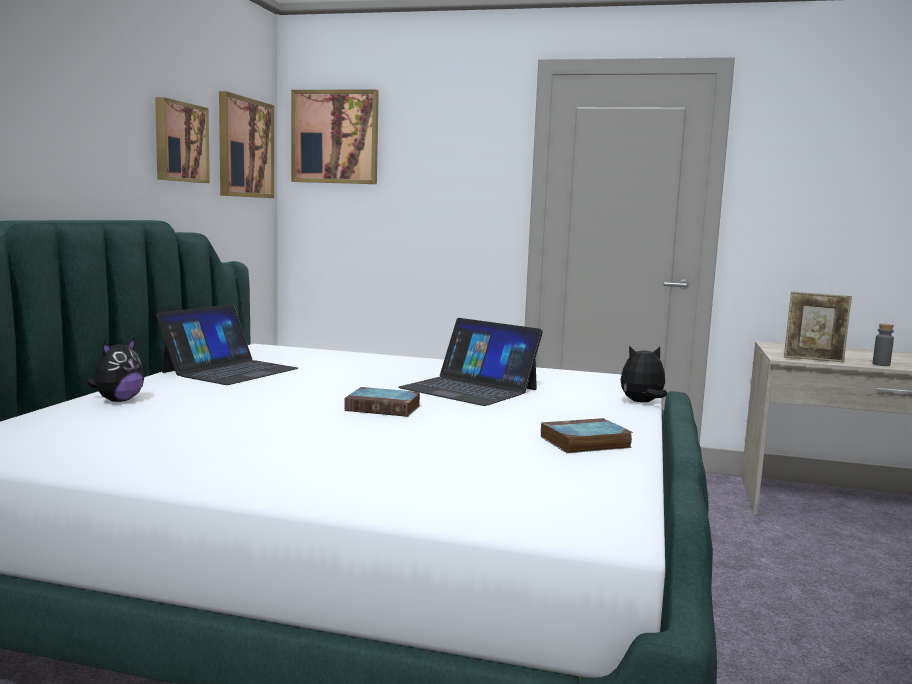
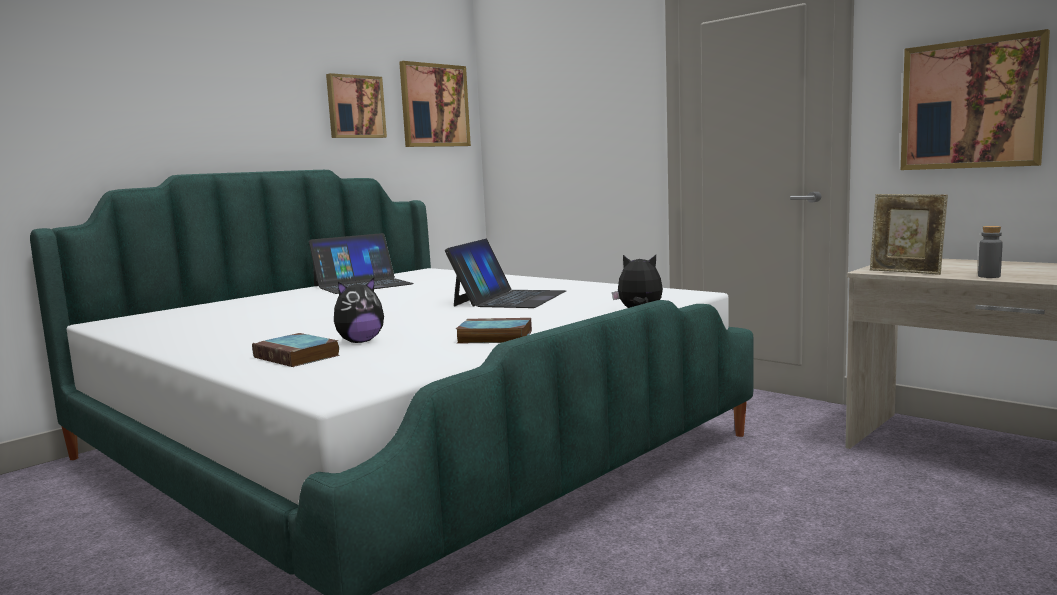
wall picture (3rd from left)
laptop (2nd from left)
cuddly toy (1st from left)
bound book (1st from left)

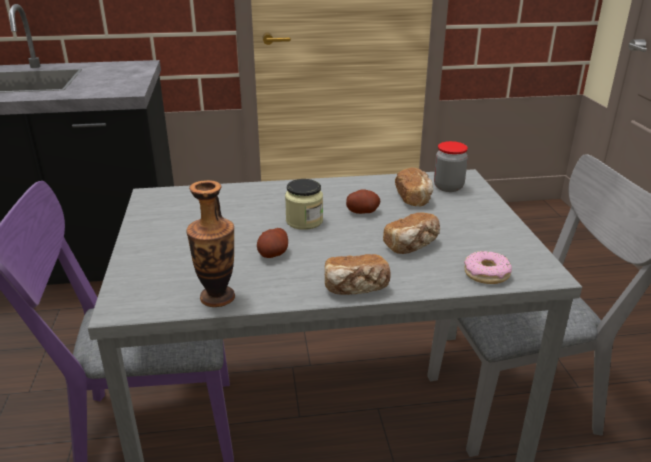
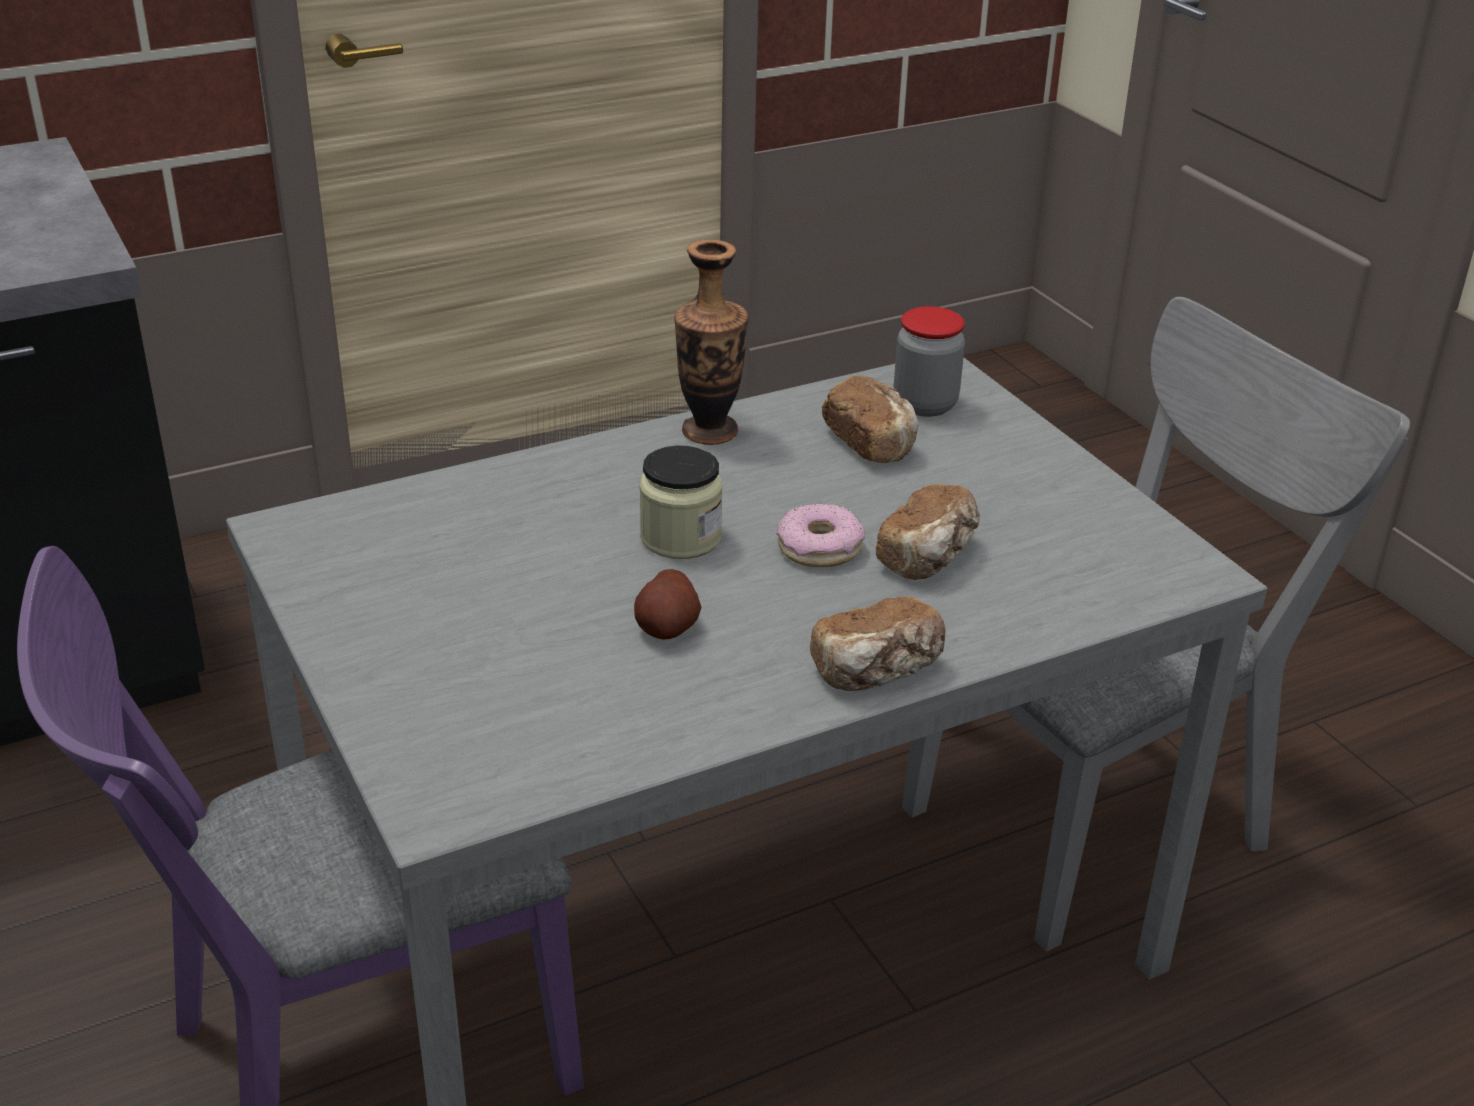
vase
spud (2nd from left in the first image)
donut

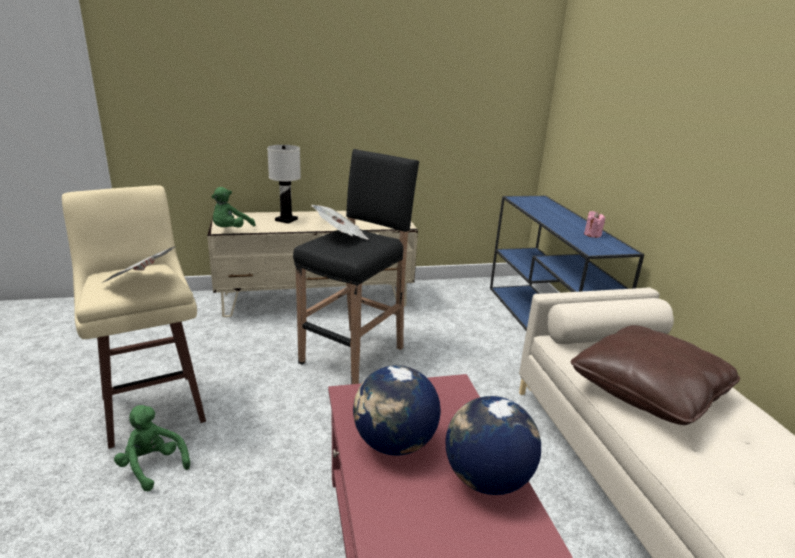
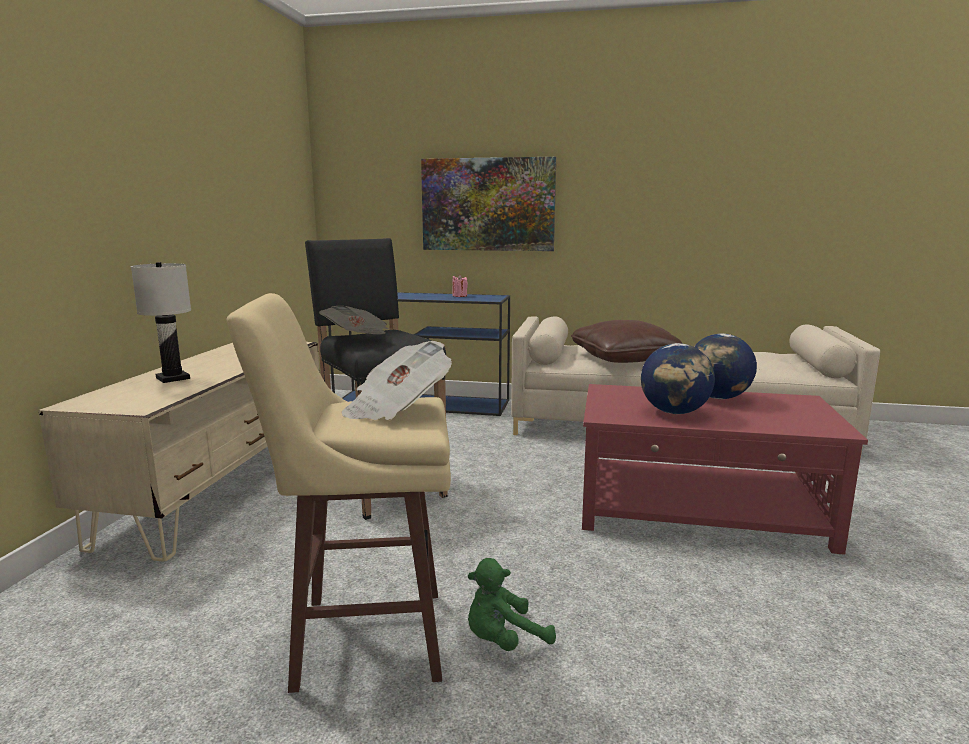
green cuddly toy (2nd from left in the first image)
wall picture

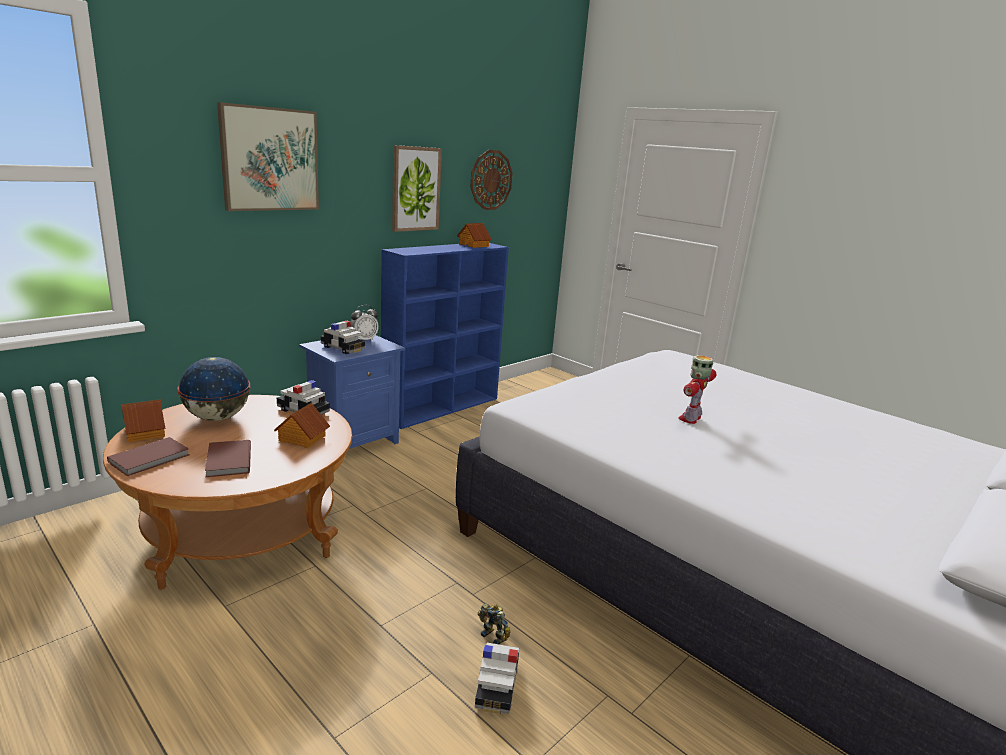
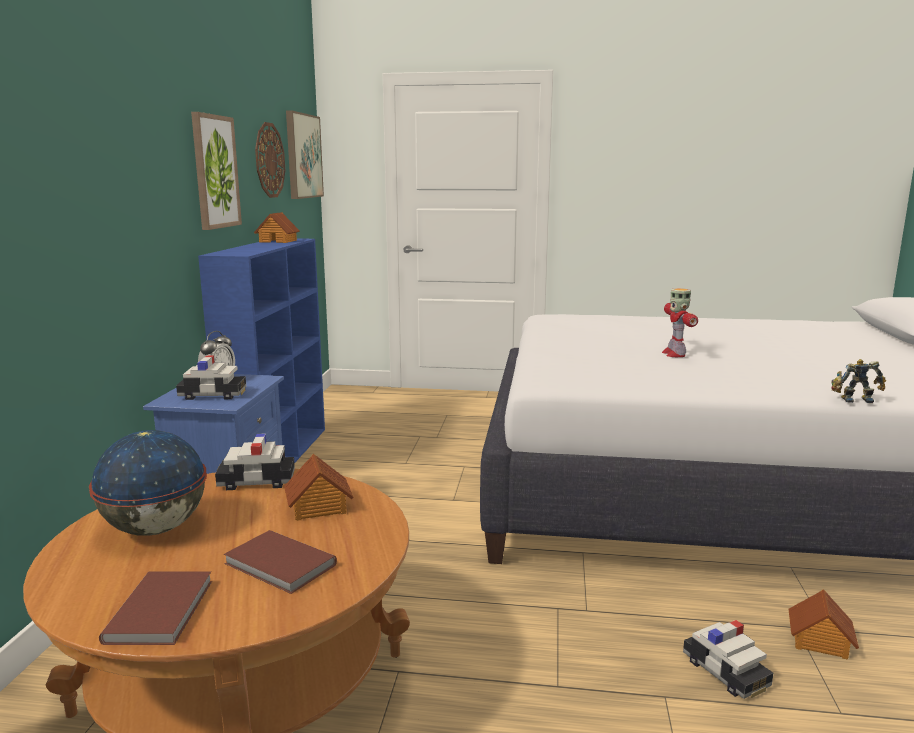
wall picture (2nd from left)
model house (3rd from left)
model robot (2nd from left)

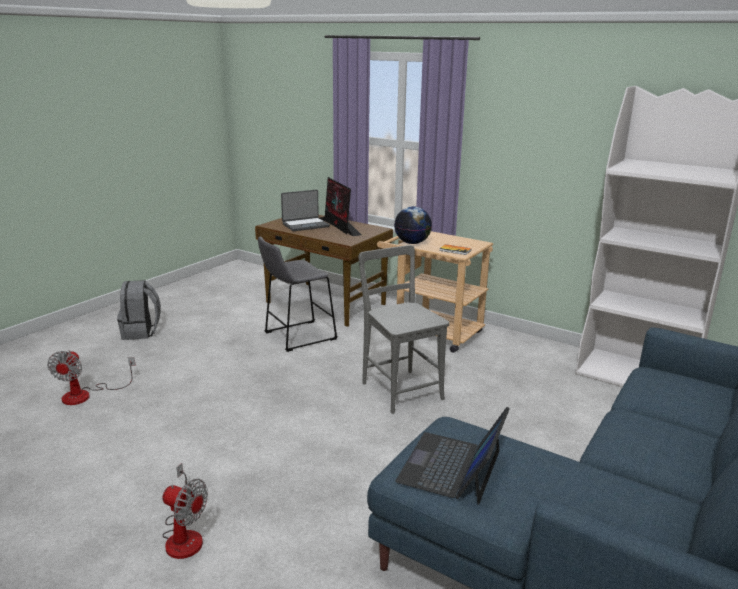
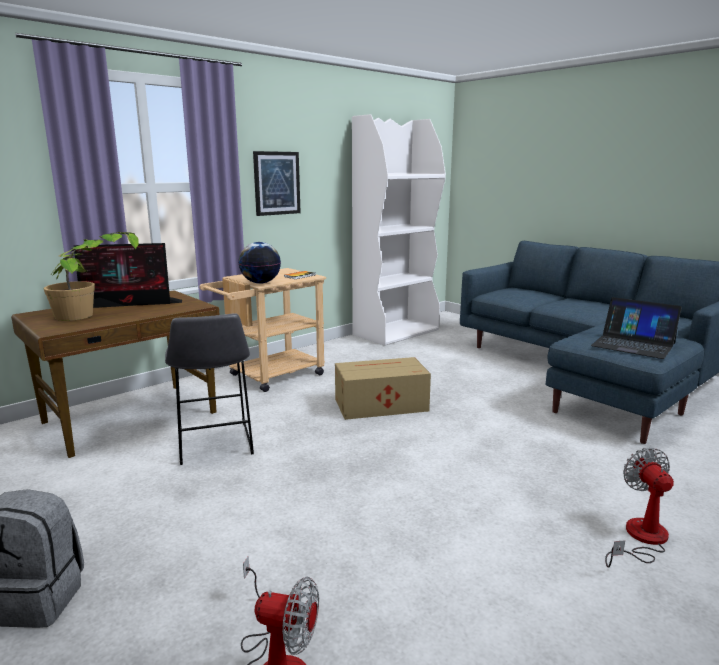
plant in a pot
packing box
fan (2nd from left)
wall picture

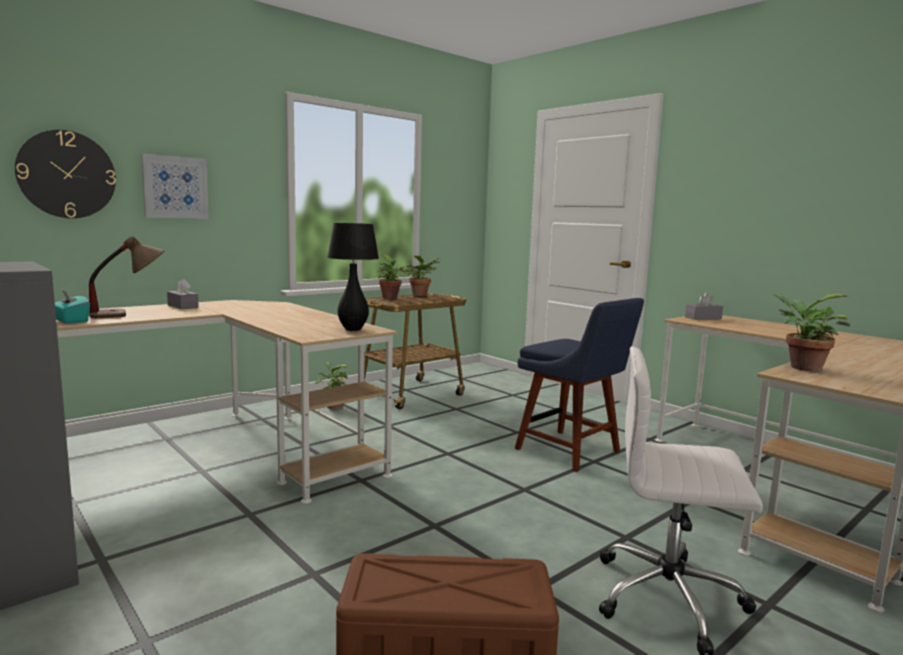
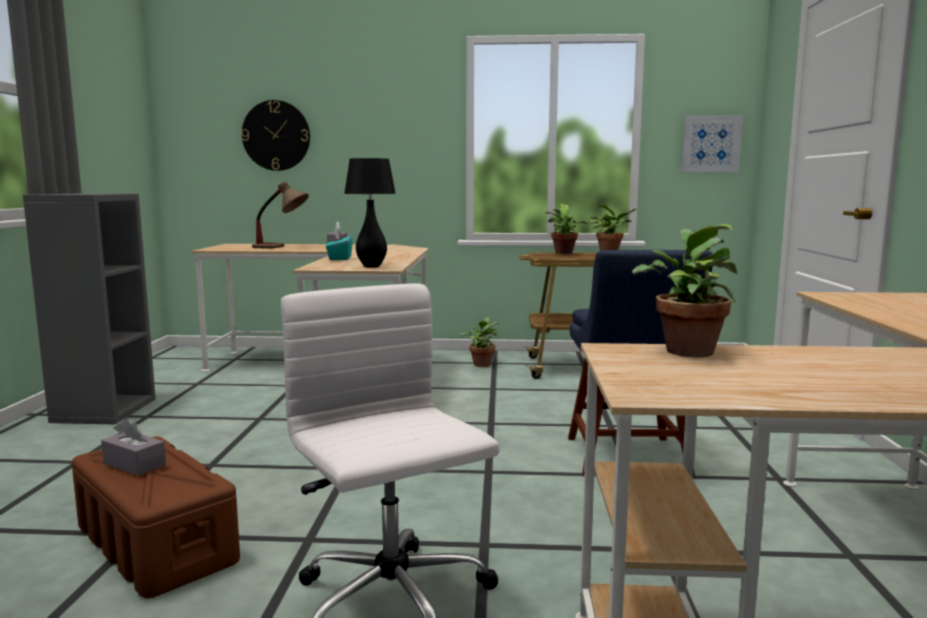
wall picture
turquoise tissue box
greyish tissue box (1st from left)

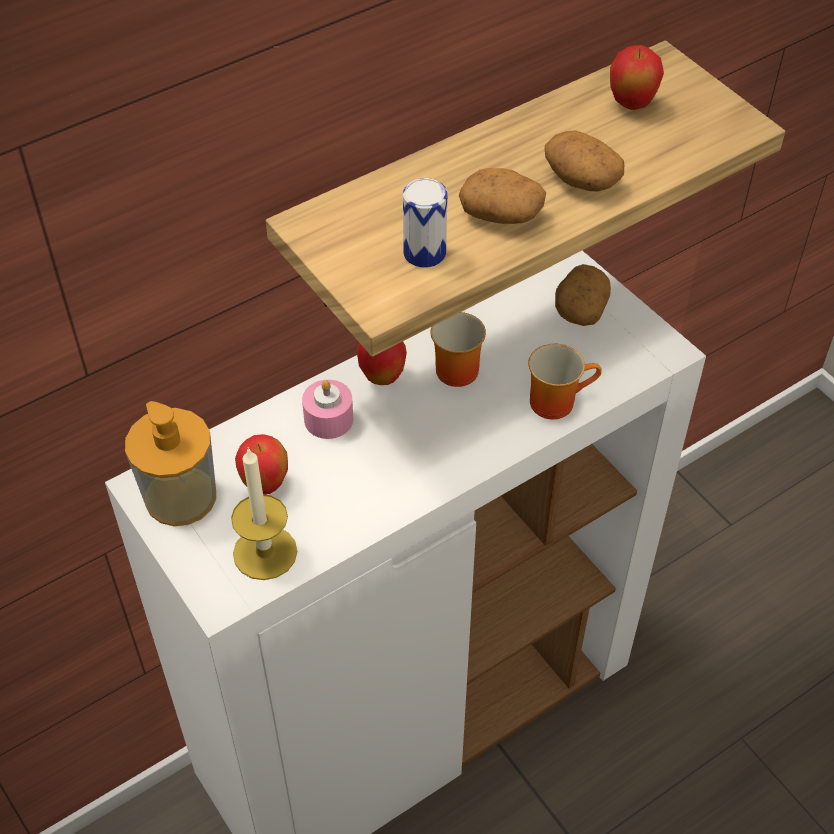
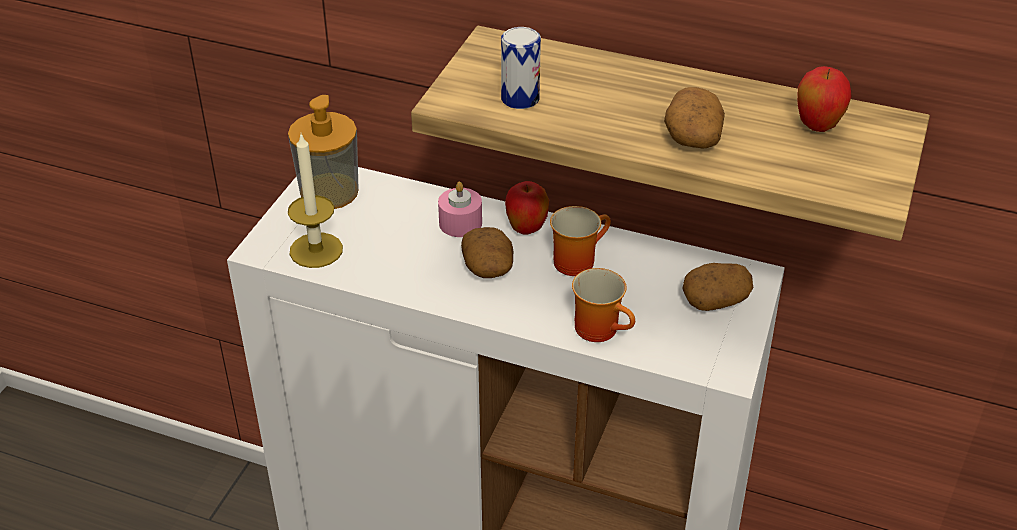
spud (1st from left)
whole apple (1st from left in the first image)

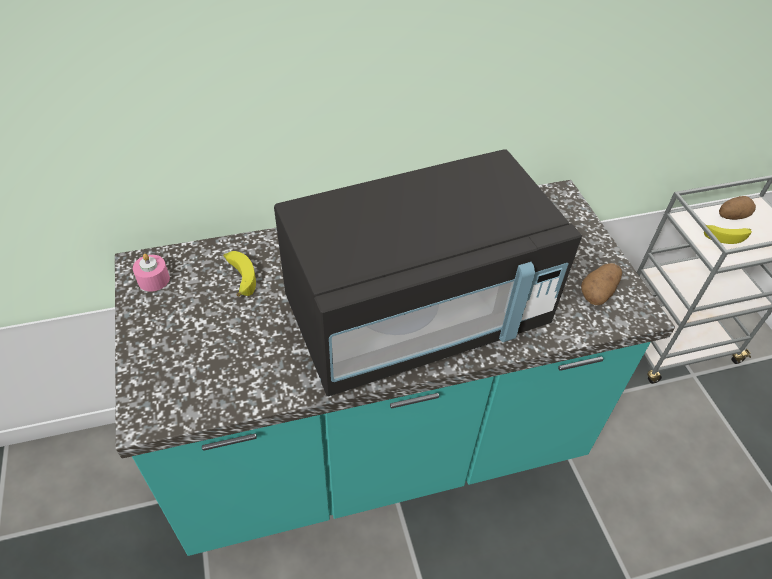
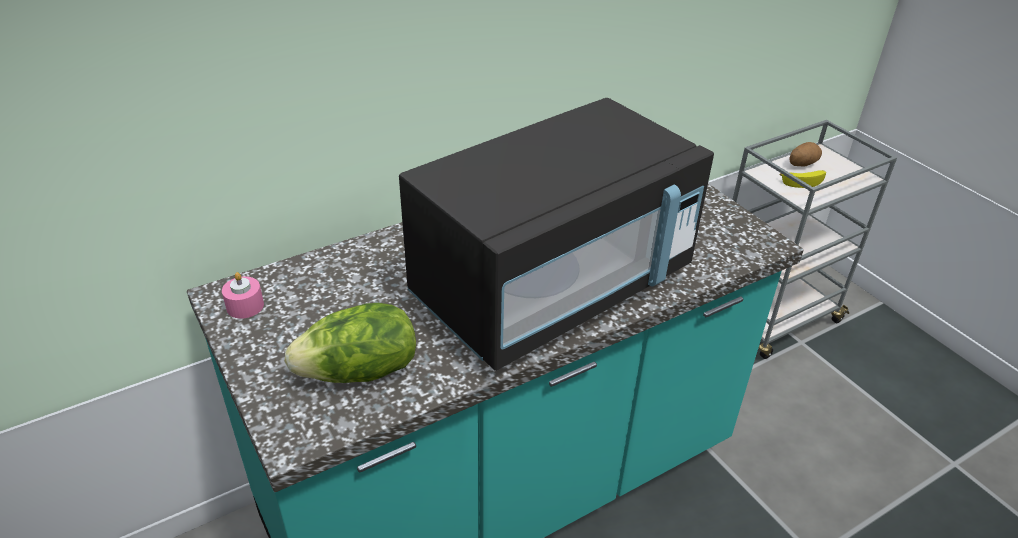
banana fruit (1st from left in the first image)
spud (1st from left in the first image)
head of lettuce

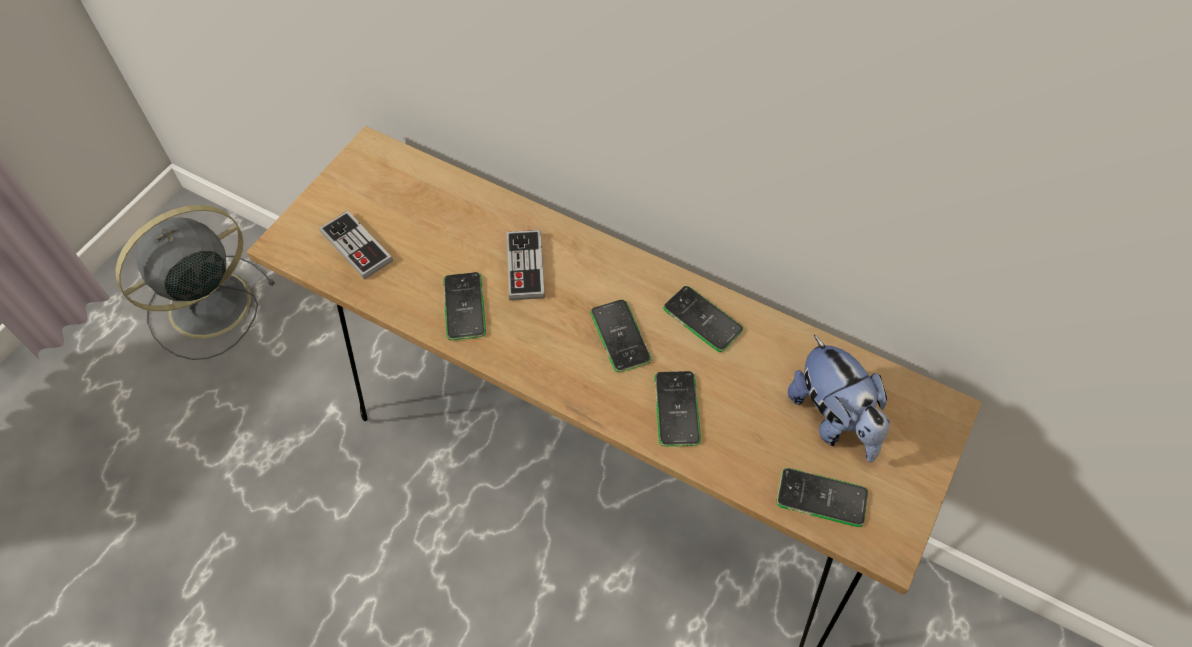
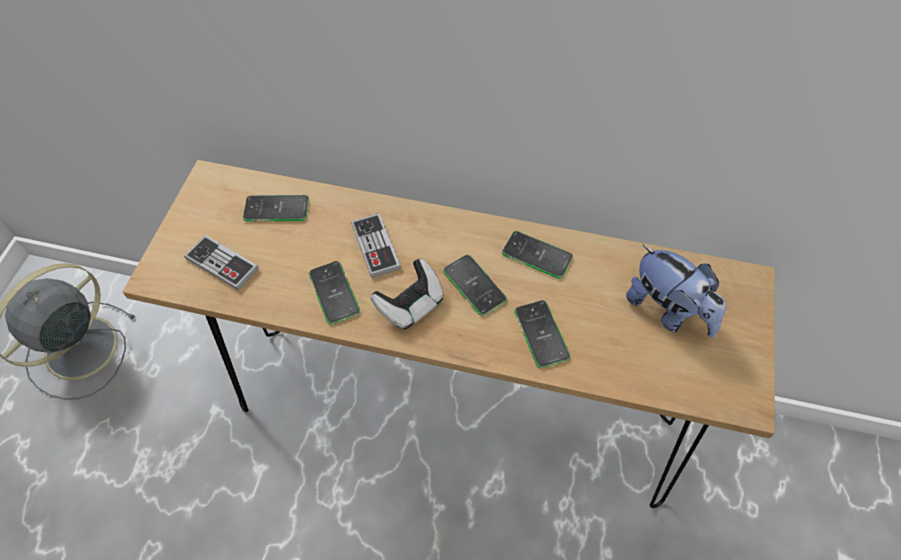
phone (1st from left)
joypad (3rd from left)

